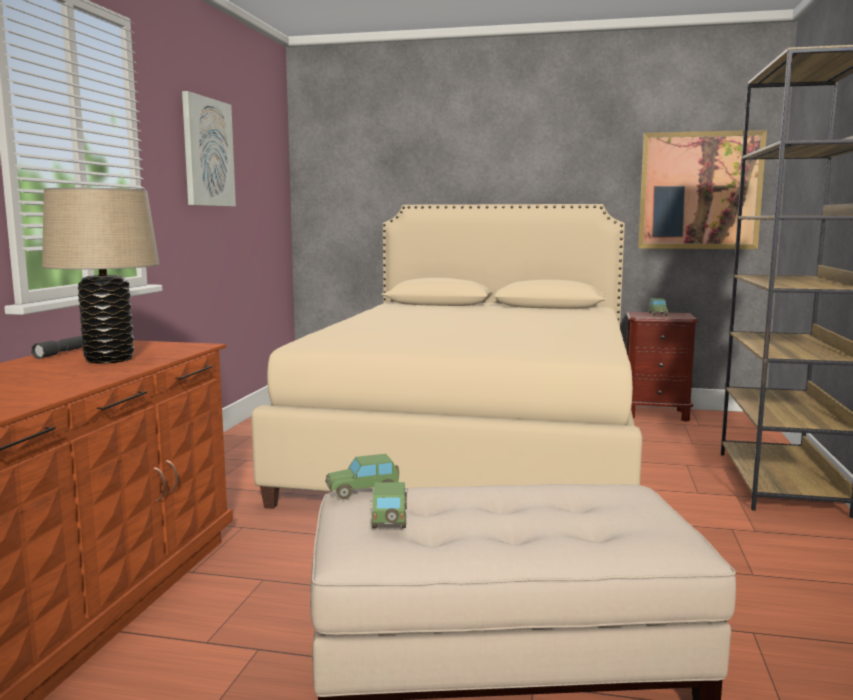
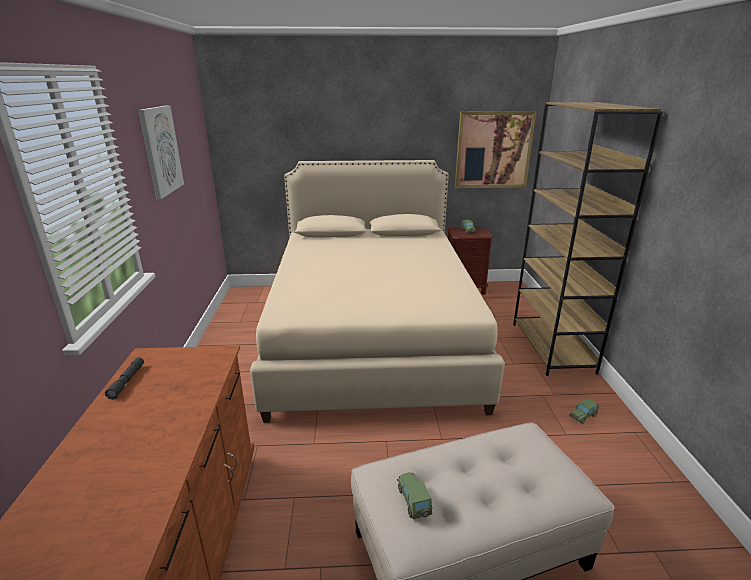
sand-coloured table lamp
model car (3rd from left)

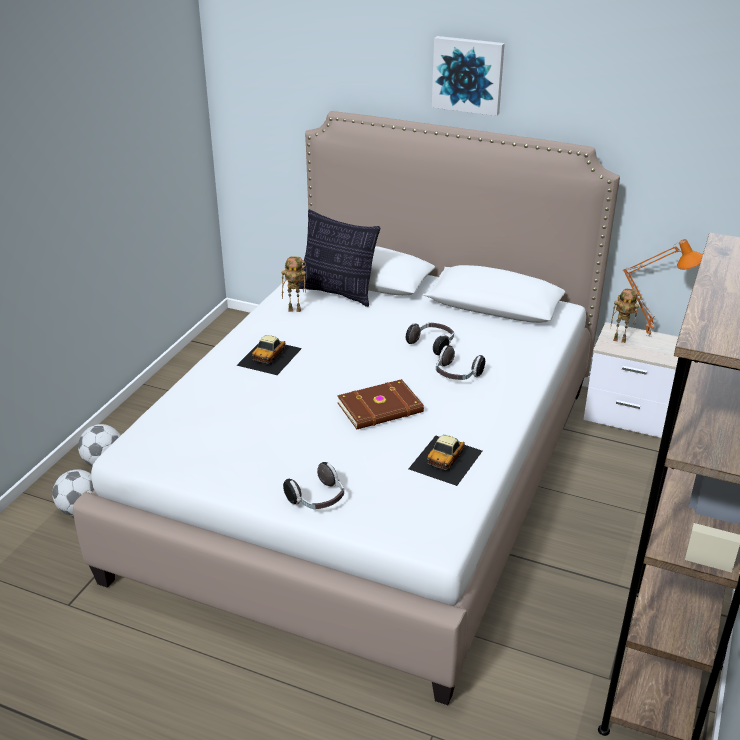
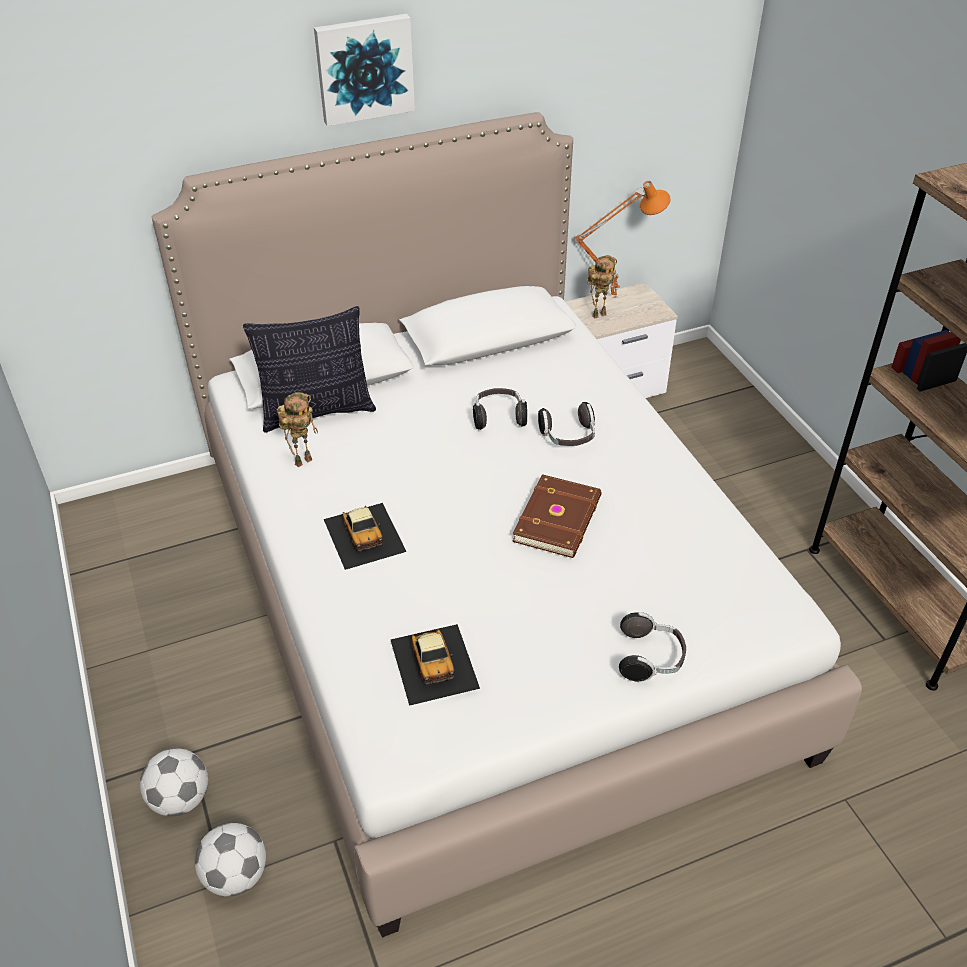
model car (2nd from left)

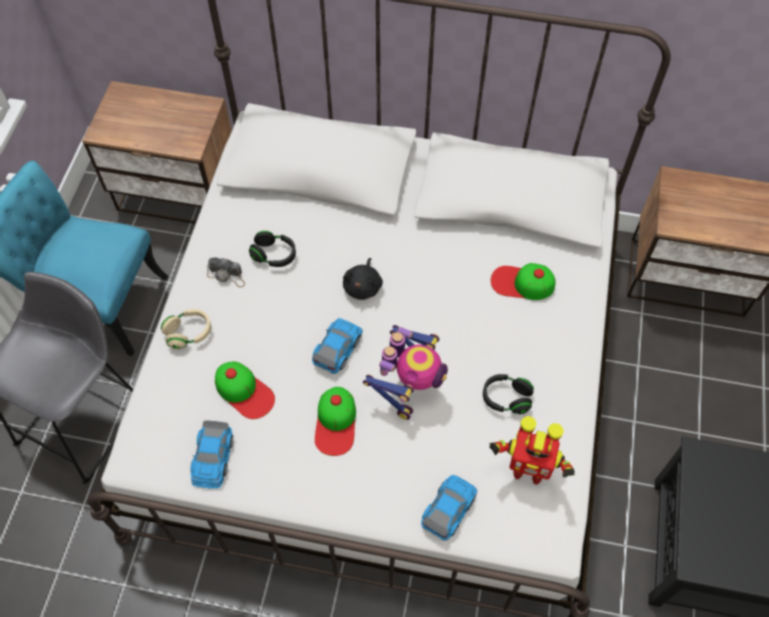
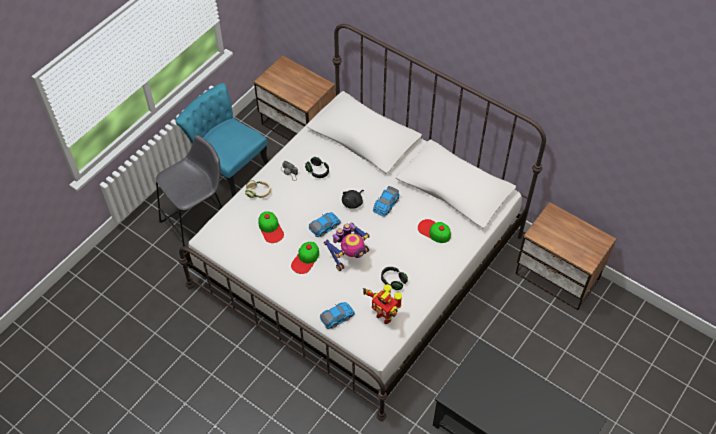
model car (3rd from left)

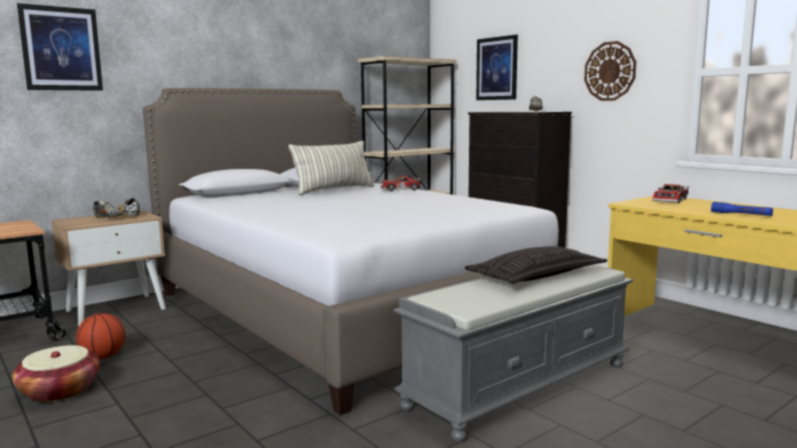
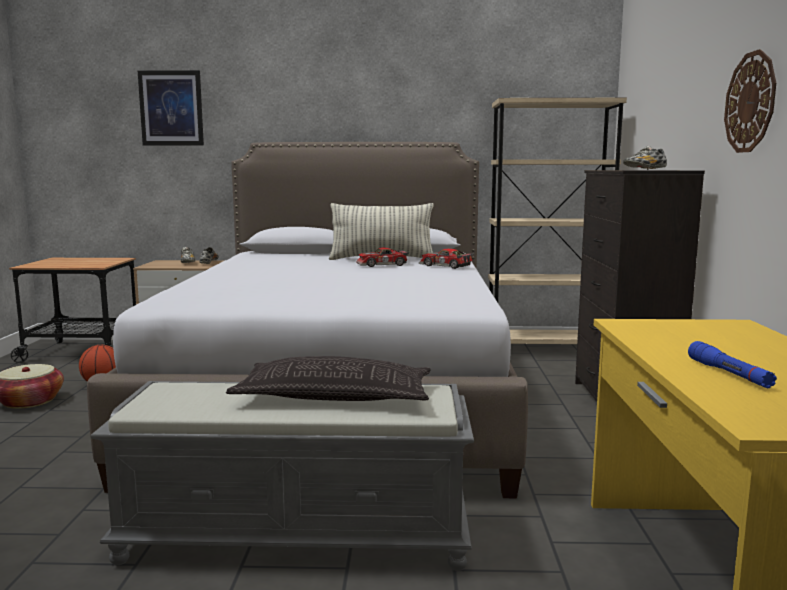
wall picture (2nd from left in the first image)
model car (1st from left)

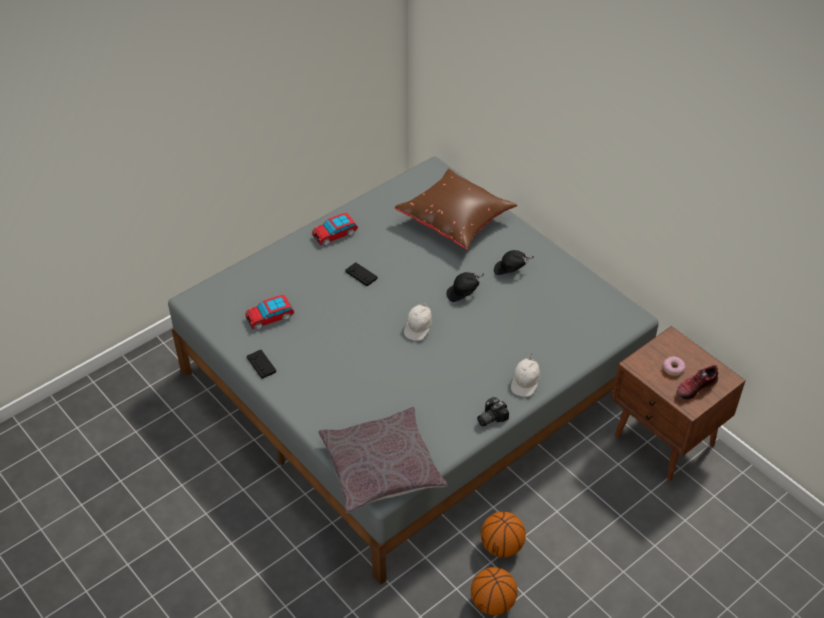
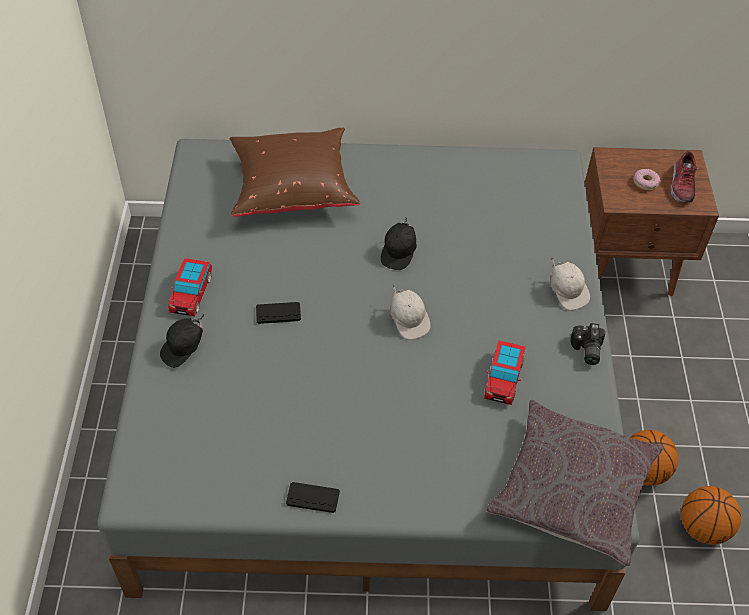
black baseball cap (1st from left)
model car (2nd from left)

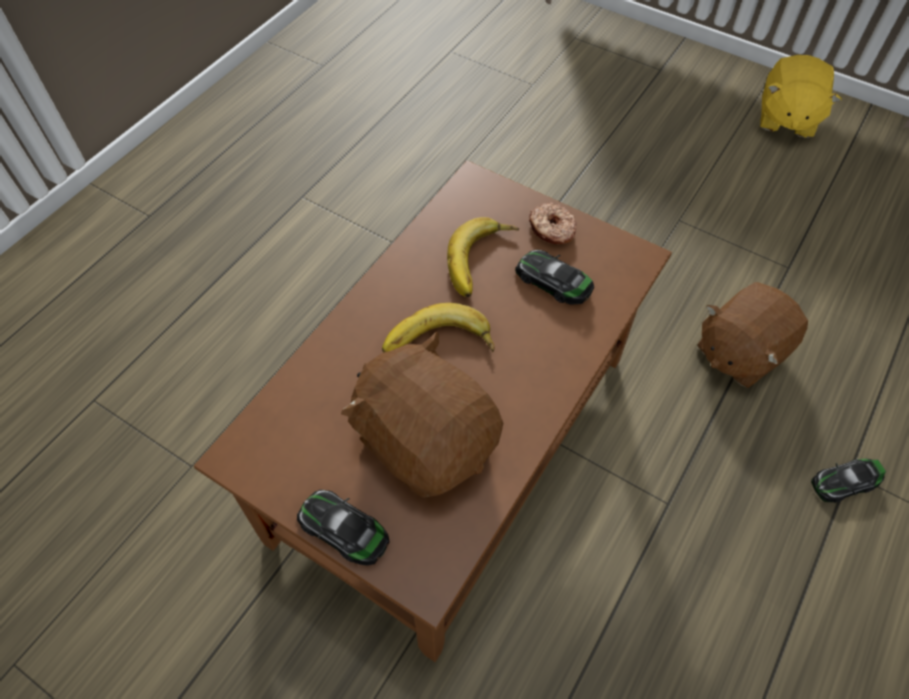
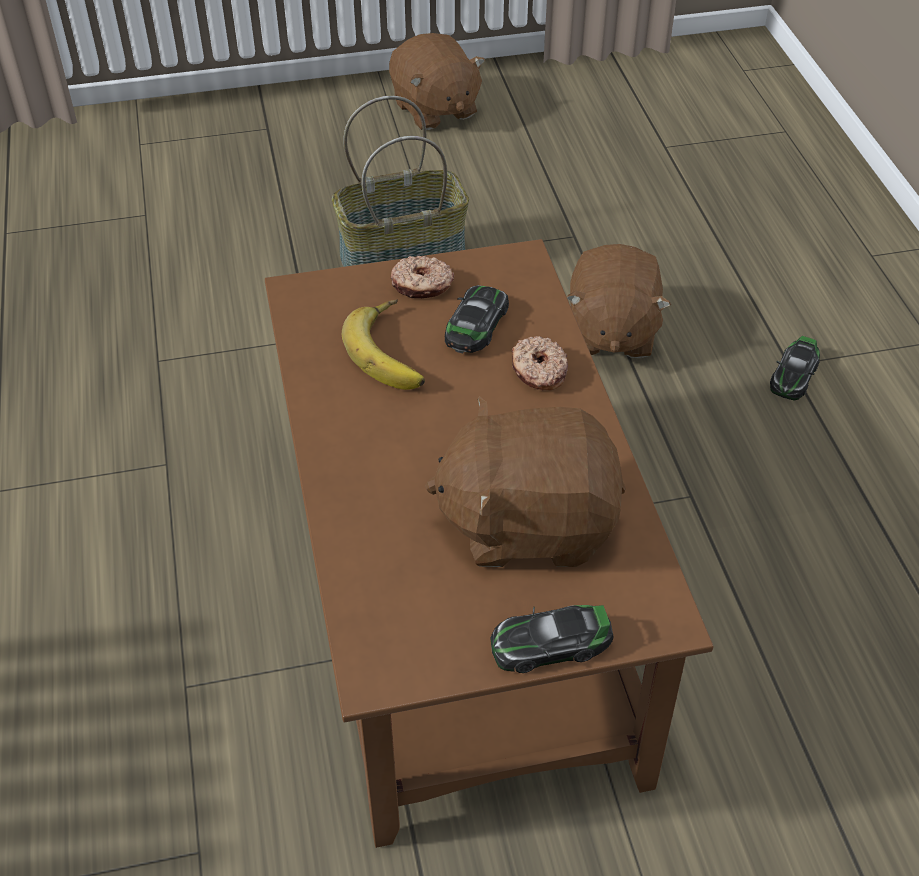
brown-coloured cuddly toy (1st from left)
model car (1st from left)
banana fruit (1st from left in the first image)
basket
donut (2nd from left)

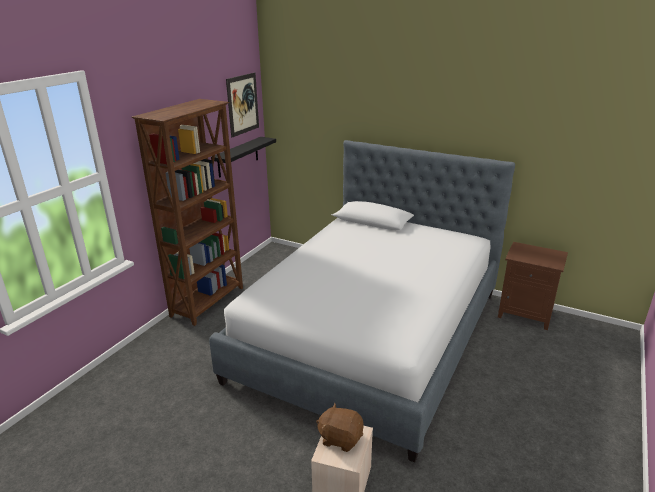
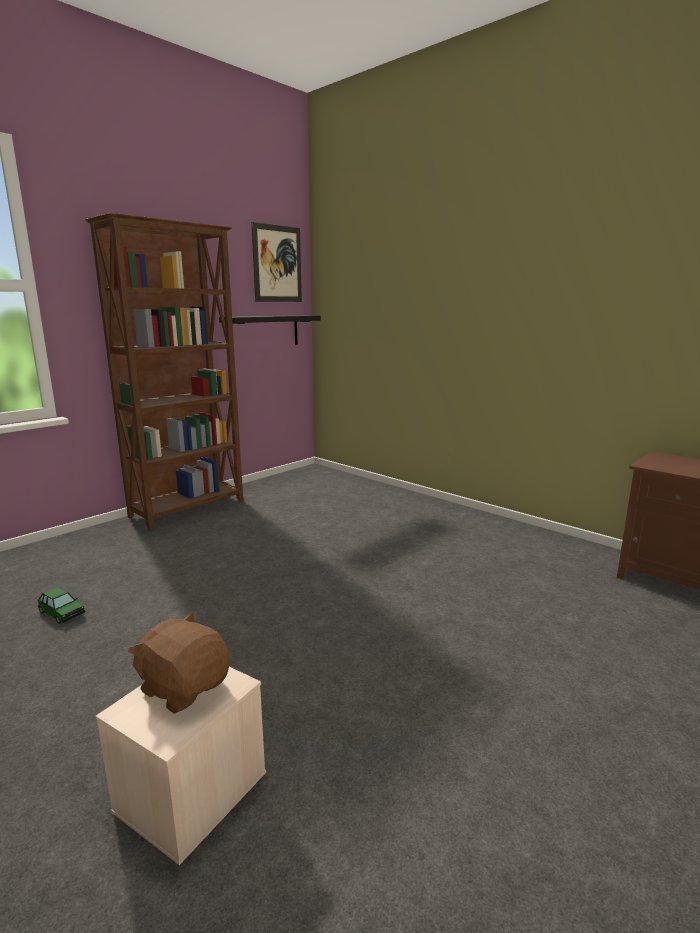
bedroom bed
model car

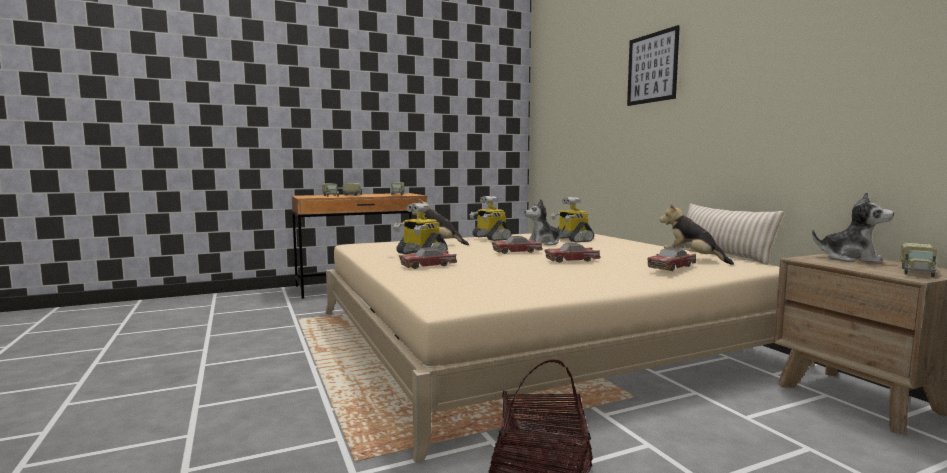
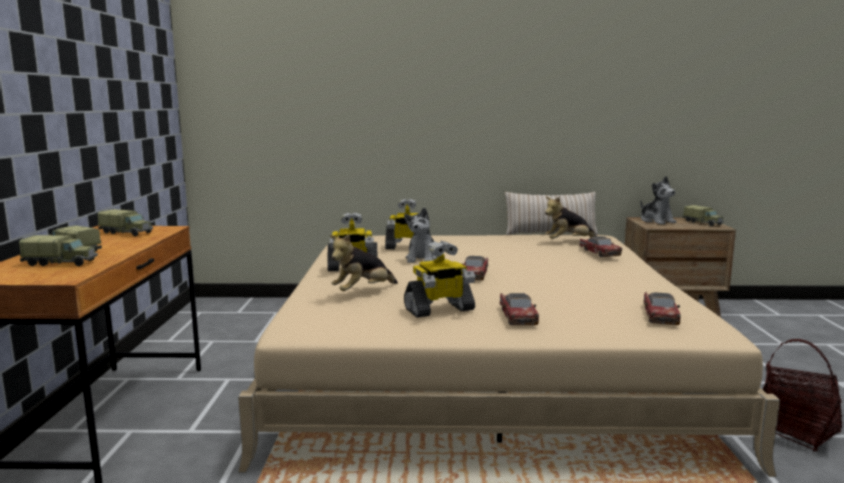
wall picture
cuddly toy (4th from left)
model car (4th from left)

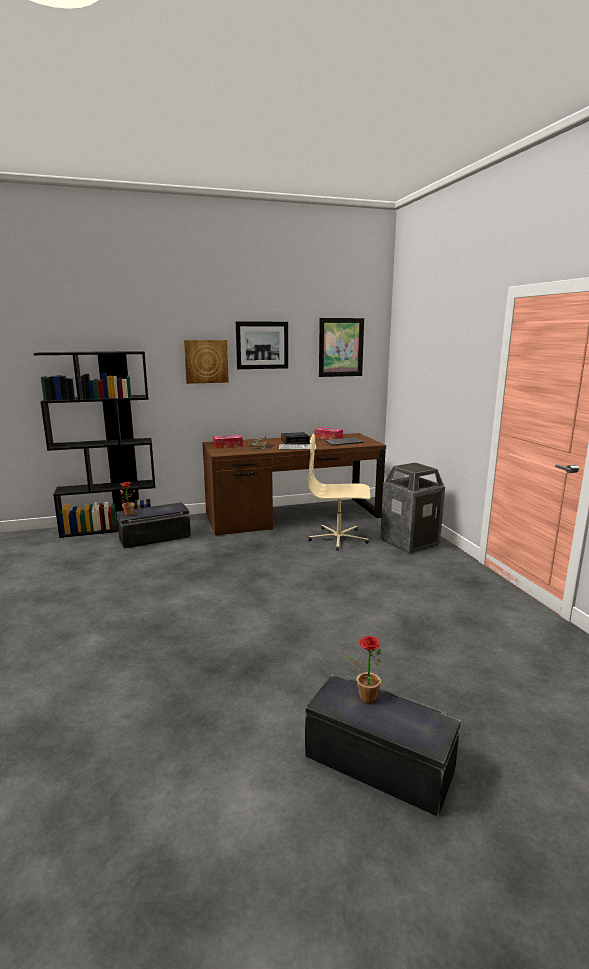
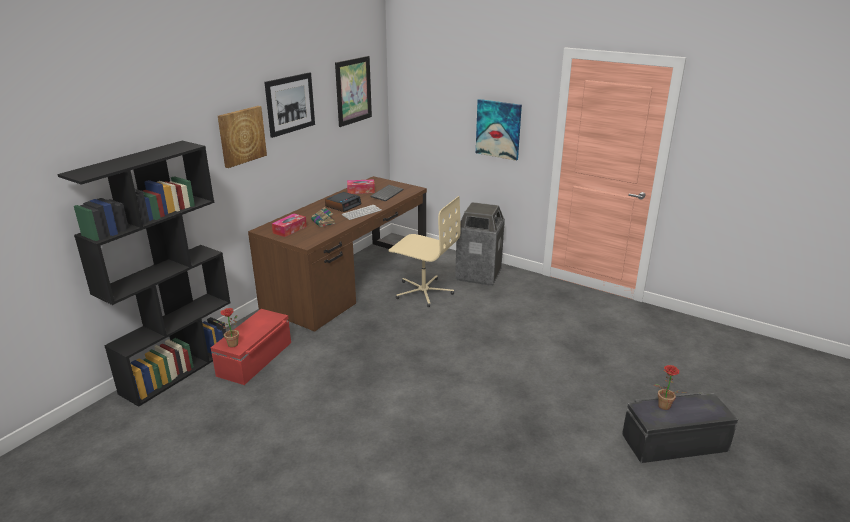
sand-coloured office chair
reddish storage box
wall picture (4th from left)

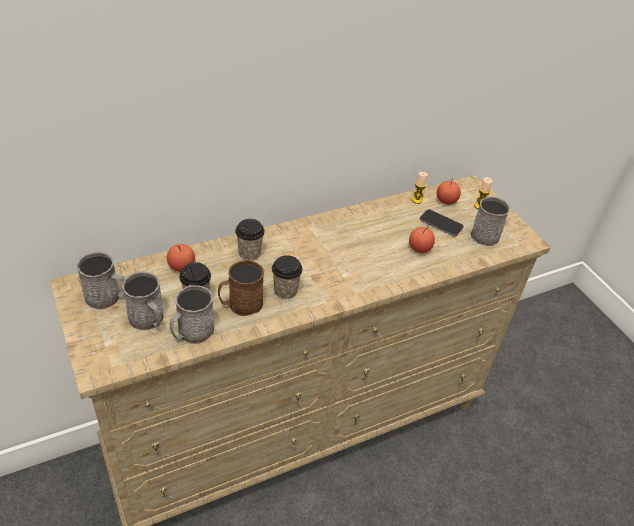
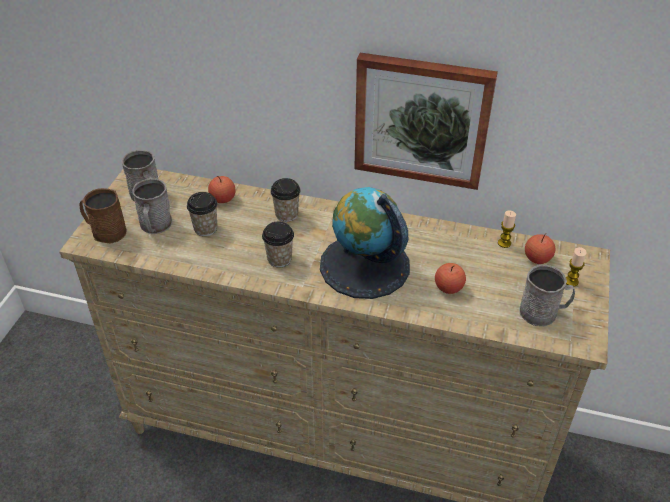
phone
brown-coloured mug
greyish mug (3rd from left in the first image)
wall picture
world globe

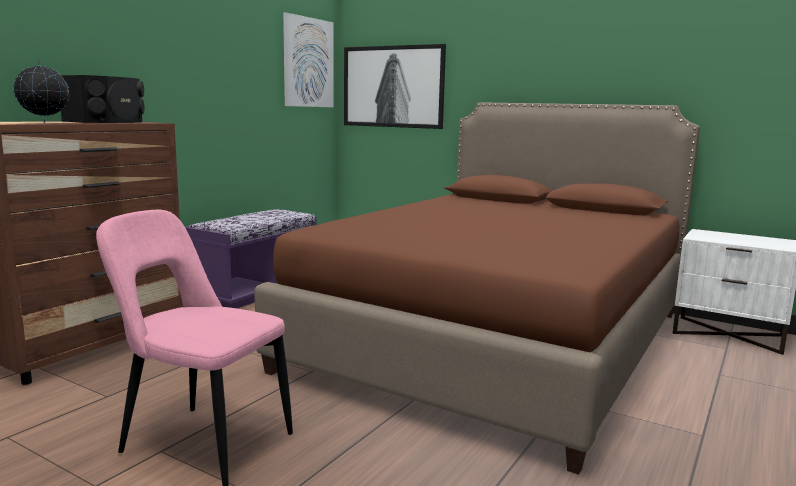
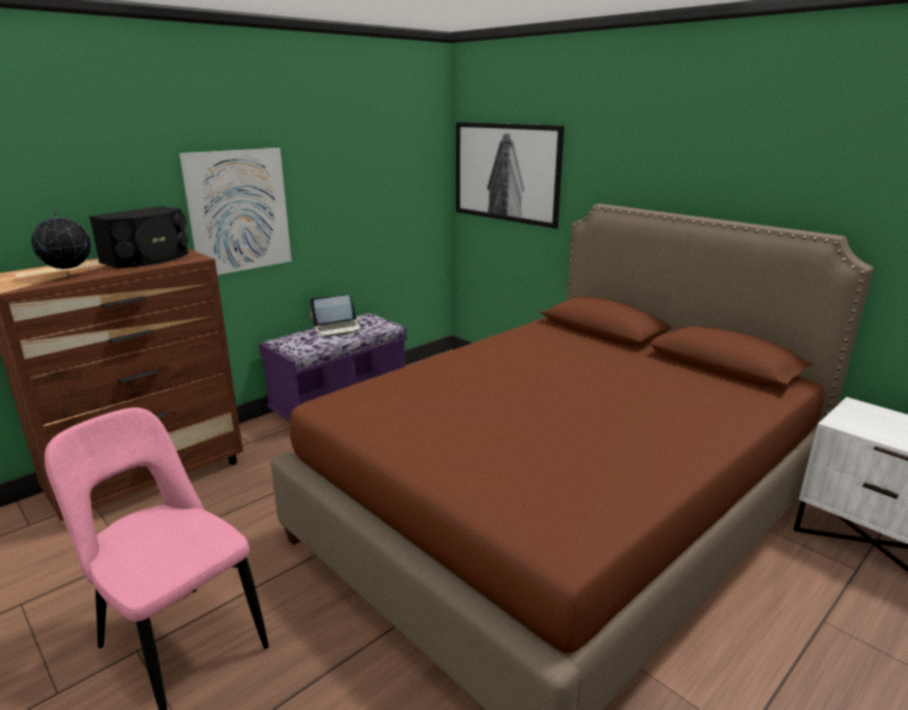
wall picture (1st from left)
laptop

